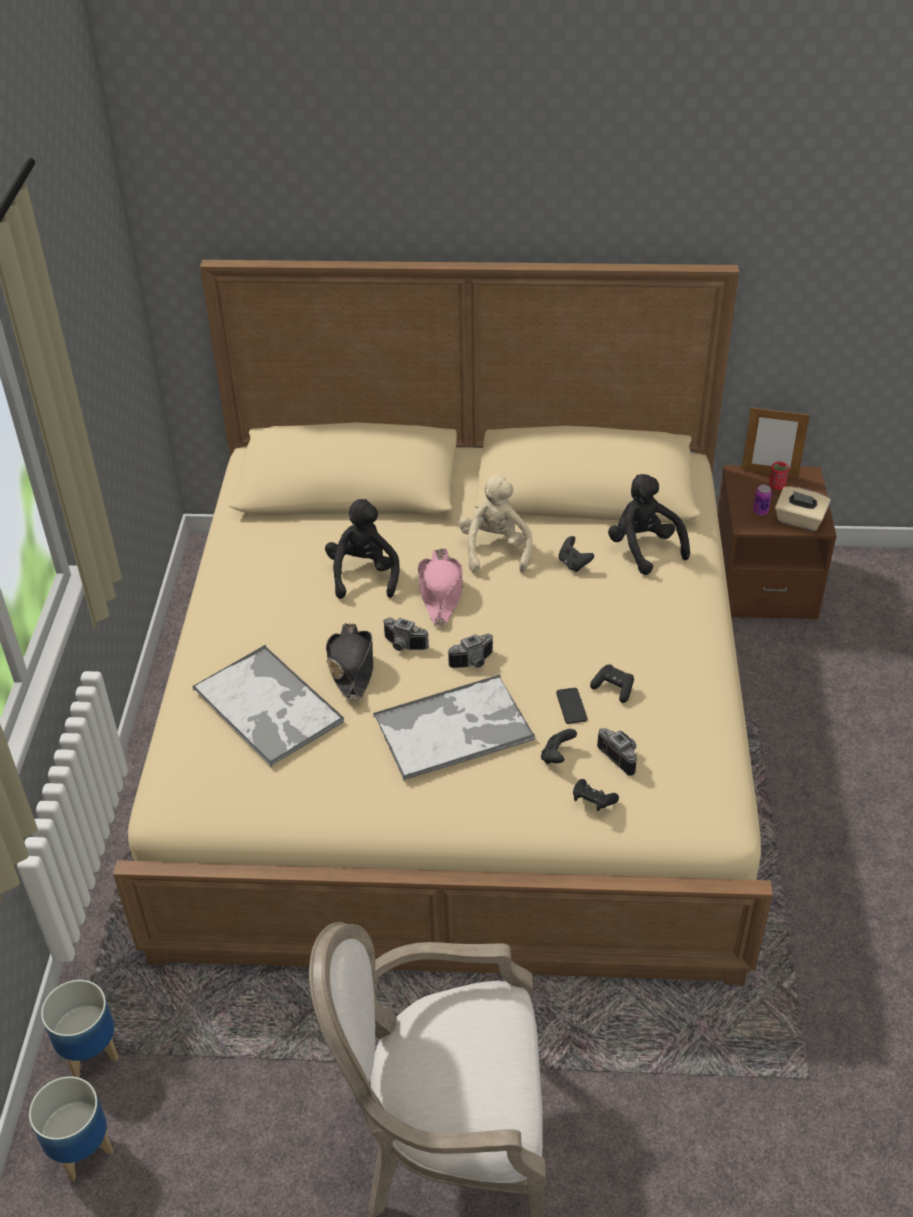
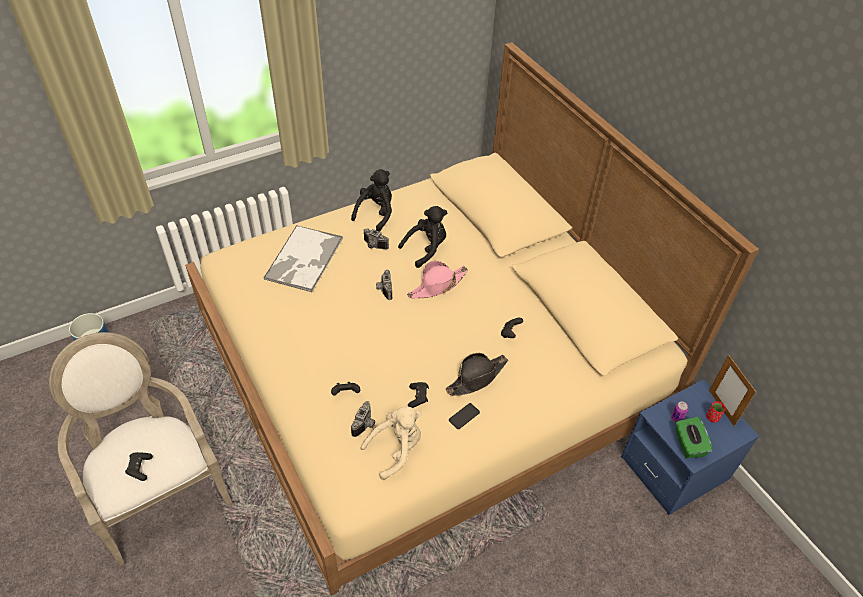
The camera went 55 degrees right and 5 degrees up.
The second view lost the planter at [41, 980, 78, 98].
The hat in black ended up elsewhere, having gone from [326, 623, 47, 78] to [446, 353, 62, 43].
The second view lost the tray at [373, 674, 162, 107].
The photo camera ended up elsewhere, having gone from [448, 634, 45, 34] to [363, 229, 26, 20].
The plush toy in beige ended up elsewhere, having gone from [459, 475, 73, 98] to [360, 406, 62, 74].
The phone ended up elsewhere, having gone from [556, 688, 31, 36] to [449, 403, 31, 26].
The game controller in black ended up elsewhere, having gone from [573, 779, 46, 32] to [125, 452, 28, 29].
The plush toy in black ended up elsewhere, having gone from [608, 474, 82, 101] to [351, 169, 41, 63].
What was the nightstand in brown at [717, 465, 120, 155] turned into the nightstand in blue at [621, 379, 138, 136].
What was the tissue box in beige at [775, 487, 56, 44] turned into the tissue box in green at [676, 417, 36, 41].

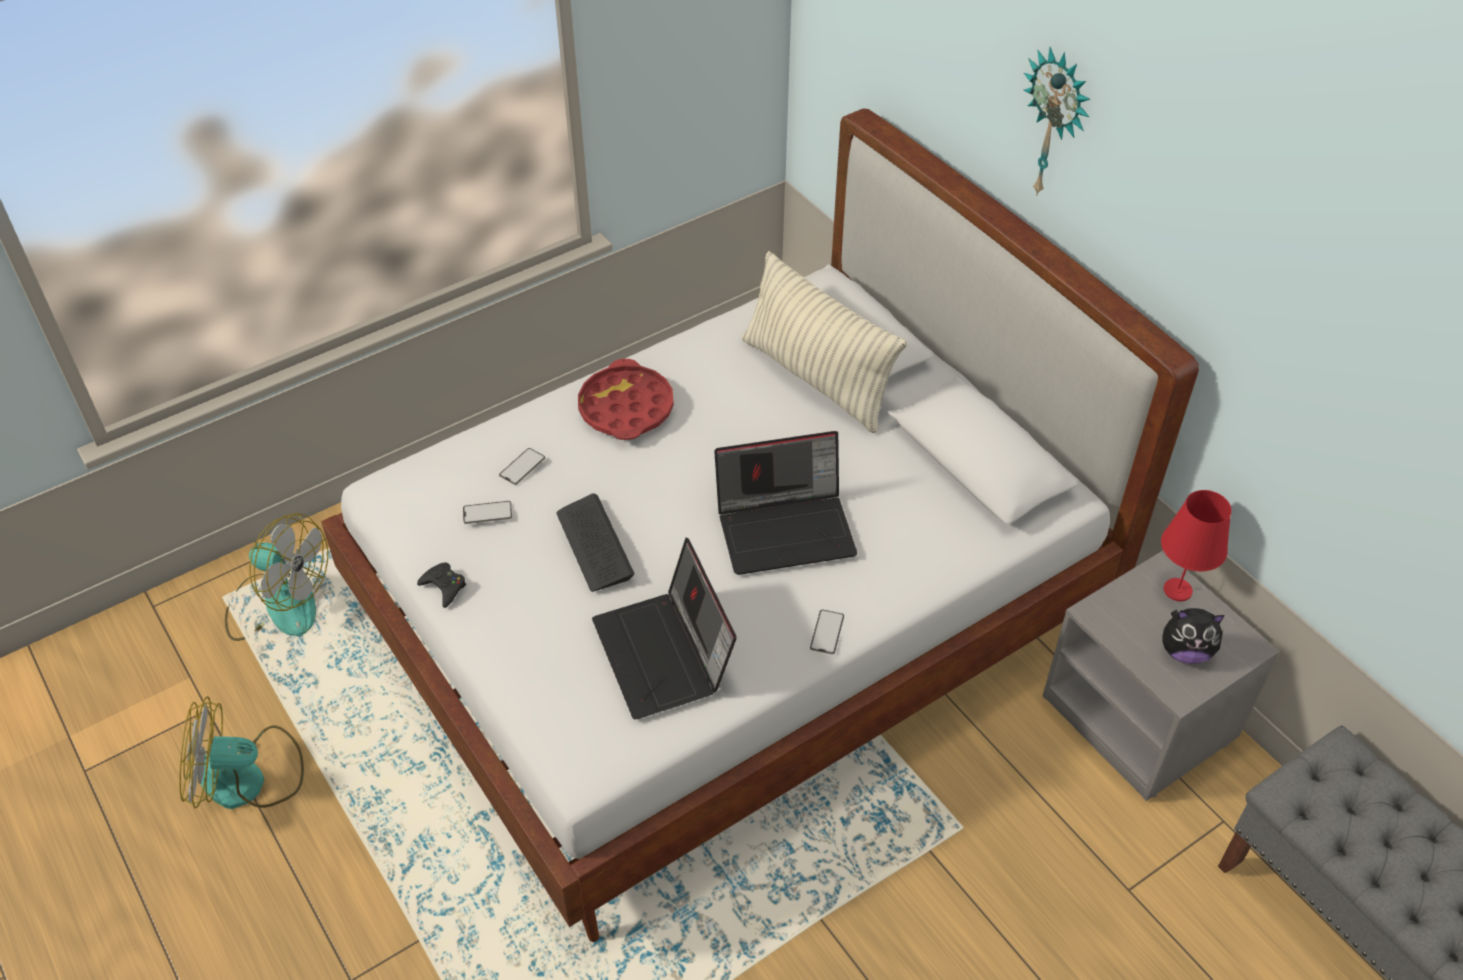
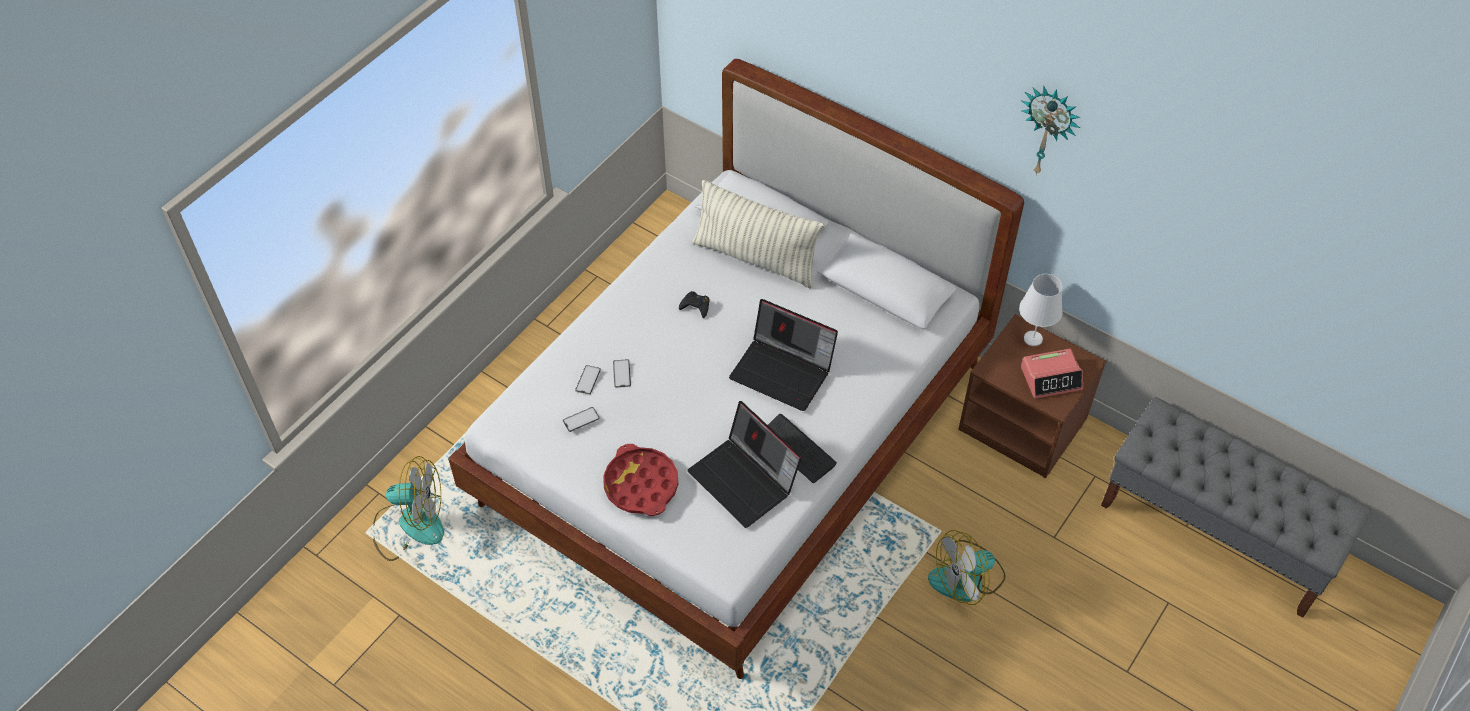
The camera went 20 degrees left and 5 degrees up.
The fan ended up elsewhere, having gone from [179, 696, 125, 113] to [928, 530, 77, 75].
The game controller in black ended up elsewhere, having gone from [417, 562, 49, 46] to [679, 291, 31, 27].
The keyboard ended up elsewhere, having gone from [556, 493, 78, 99] to [768, 414, 69, 69].
The tray in red ended up elsewhere, having gone from [578, 359, 96, 81] to [603, 444, 75, 72].
The laptop at [714, 431, 143, 144] ended up facing another way, 60 degrees clockwise from before.
The phone ended up elsewhere, having gone from [810, 610, 34, 44] to [613, 359, 18, 29].
The wall clock ended up elsewhere, having gone from [1024, 47, 66, 149] to [1022, 85, 59, 90].
What was the nightstand in grey at [1043, 551, 237, 250] turned into the nightstand in brown at [958, 314, 148, 164].
What was the table lamp in red at [1161, 490, 71, 111] turned into the table lamp in white at [1019, 274, 44, 72].
Where the plush toy stood at [1162, 608, 63, 56], the alarm clock came to stand at [1021, 349, 62, 50].

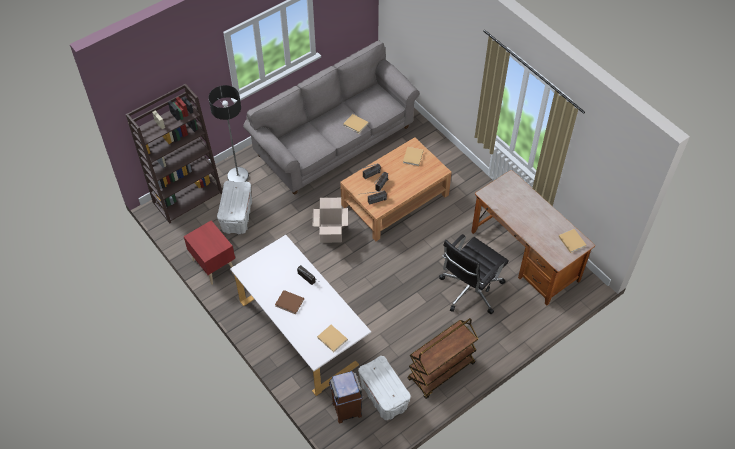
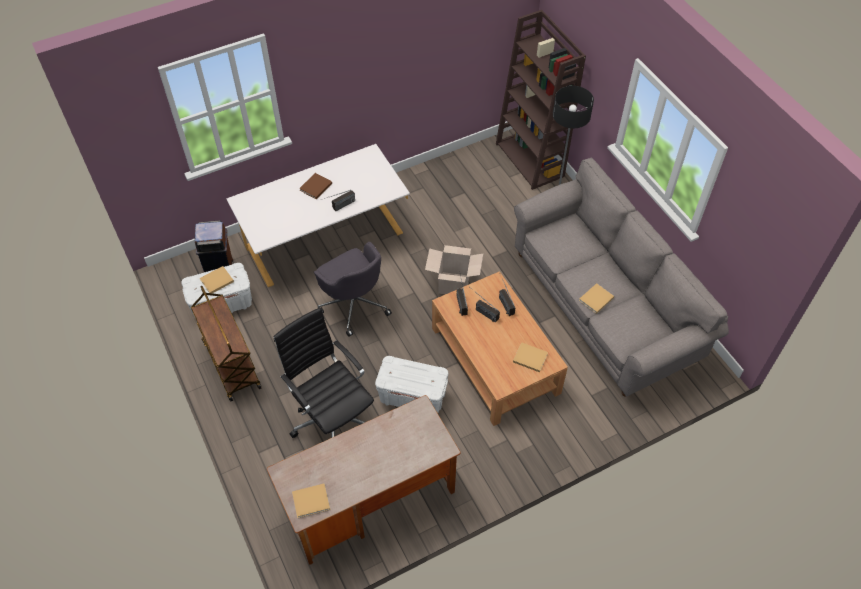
The camera went 100 degrees right and 0 degrees up.
The second view lost the nightstand in red at [184, 220, 51, 65].
The storage box in white ended up elsewhere, having gone from [217, 181, 35, 53] to [375, 356, 73, 57].
The book in beige ended up elsewhere, having gone from [317, 325, 31, 27] to [200, 266, 34, 27].
The second view gained the office chair in grey at [314, 242, 78, 95].

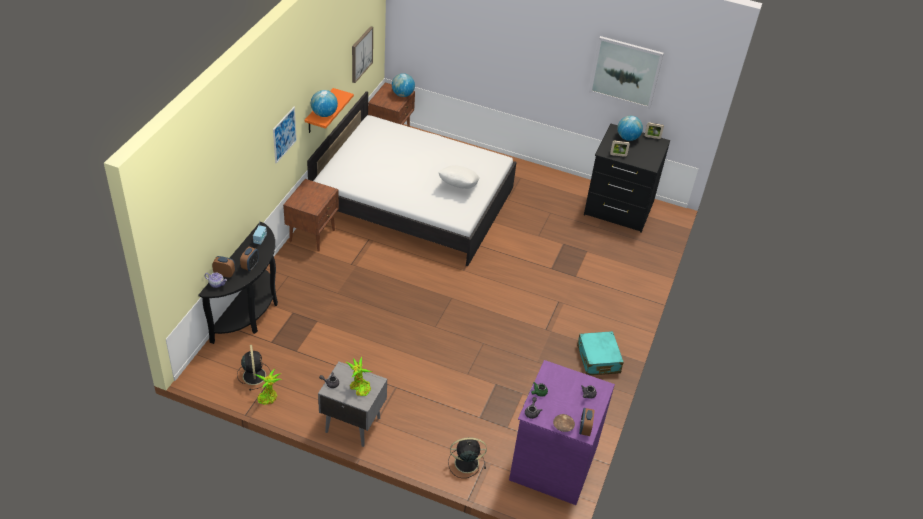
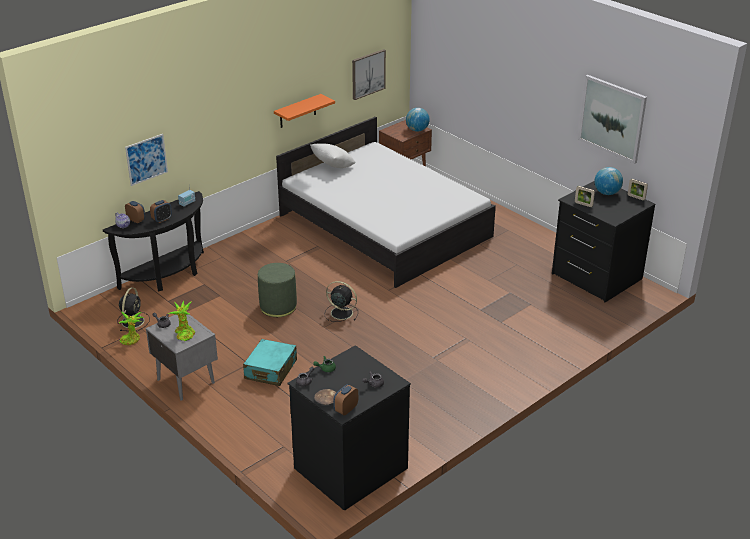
The camera went 30 degrees right and 10 degrees down.
The picture ended up elsewhere, having gone from [273, 107, 24, 57] to [125, 134, 43, 52].
The second view lost the nightstand in brown at [283, 179, 56, 73].
The second view lost the globe at [311, 90, 27, 27].
The pillow in white ended up elsewhere, having gone from [438, 165, 42, 24] to [310, 143, 46, 25].
The fan in black ended up elsewhere, having gone from [448, 437, 39, 41] to [324, 281, 34, 41].
What was the dresser in purple at [509, 360, 106, 145] turned into the dresser in black at [287, 345, 124, 165].
The suitcase in turquoise ended up elsewhere, having gone from [577, 331, 47, 44] to [243, 339, 54, 47].
The second view gained the ottoman in green at [258, 263, 39, 54].

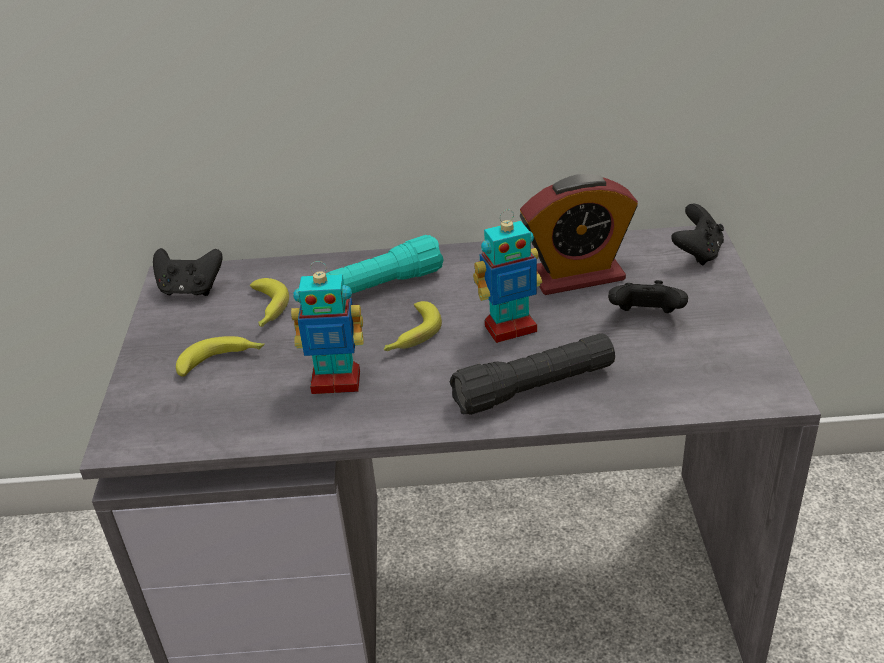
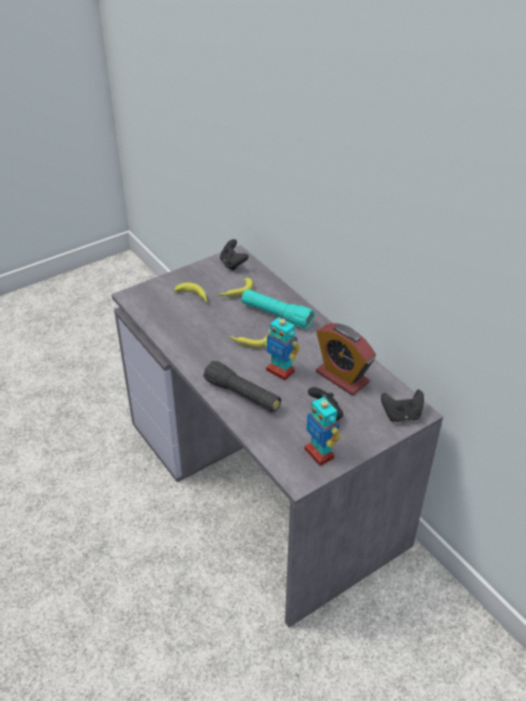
The camera went 55 degrees right and 5 degrees up.
The toy robot ended up elsewhere, having gone from [291, 261, 72, 133] to [304, 395, 37, 71].

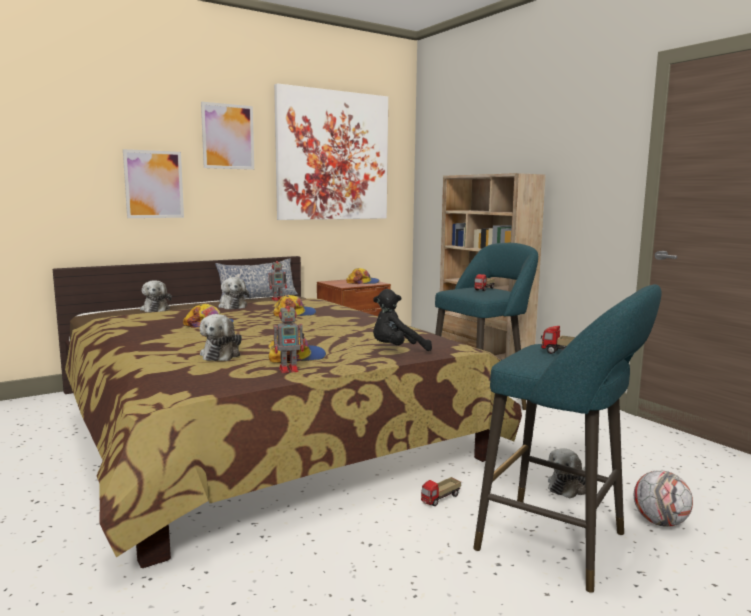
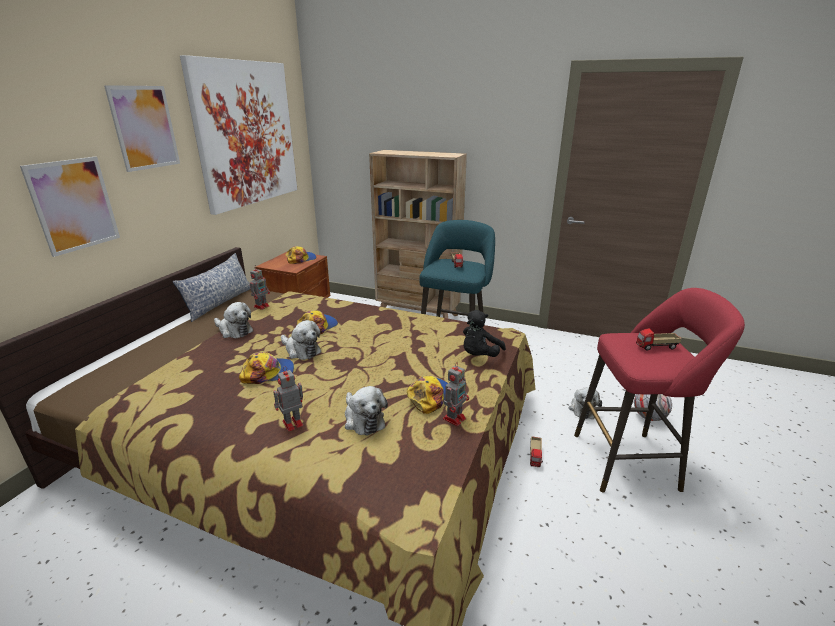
The camera went 35 degrees left and 15 degrees up.
The plush toy ended up elsewhere, having gone from [140, 280, 32, 32] to [281, 320, 40, 40].
What was the stool in turquoise at [473, 284, 189, 309] turned into the stool in red at [574, 288, 171, 205].
The second view gained the toy robot at [273, 366, 30, 66].

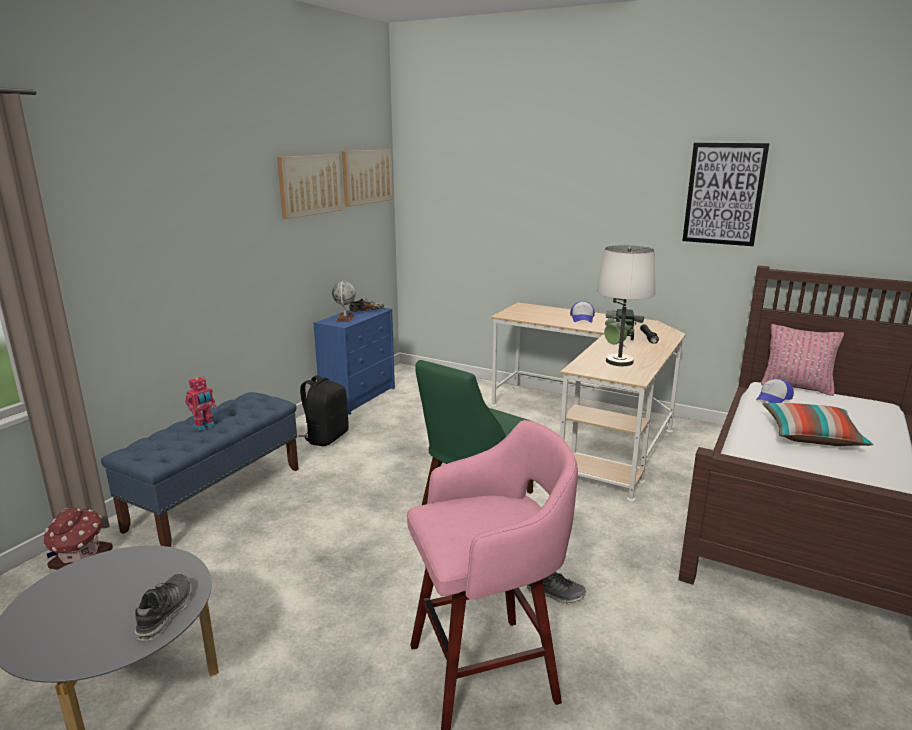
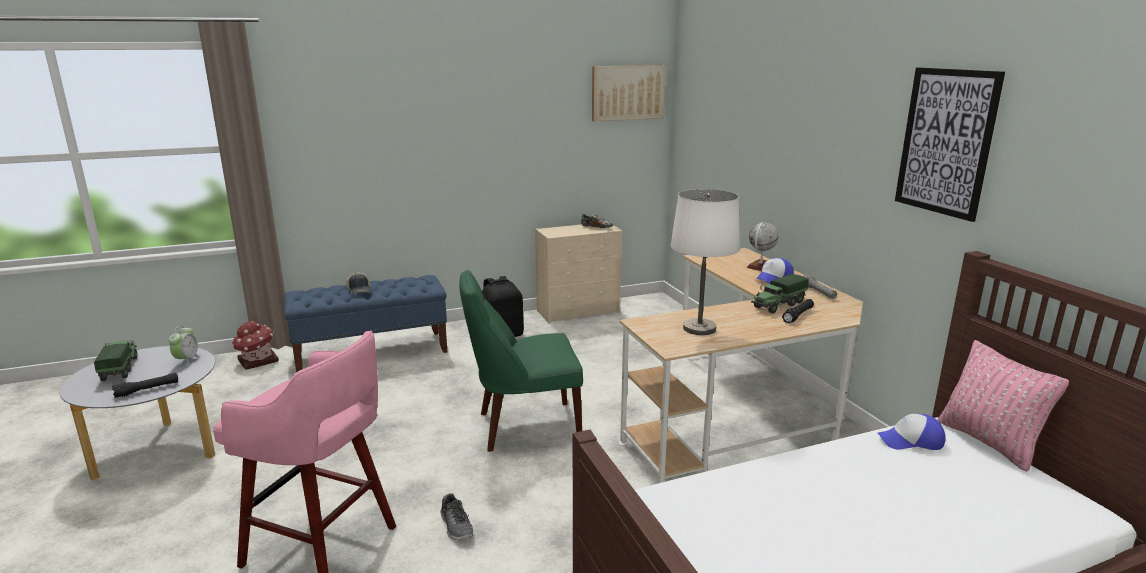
The camera went 40 degrees right and 0 degrees up.
Where the shoe stood at [135, 574, 56, 67], the flashlight in black came to stand at [112, 373, 66, 25].
Where the toy robot stood at [185, 376, 32, 55], the cap came to stand at [346, 272, 25, 23].
The second view lost the picture at [277, 154, 65, 65].
What was the dresser in blue at [313, 308, 82, 107] turned into the dresser in beige at [535, 224, 87, 99].
The globe ended up elsewhere, having gone from [332, 281, 24, 41] to [747, 222, 31, 49].
The alarm clock ended up elsewhere, having gone from [604, 316, 23, 31] to [168, 326, 33, 40].
The second view lost the pillow at [763, 403, 110, 43].
The second view gained the toy truck at [94, 340, 44, 41].

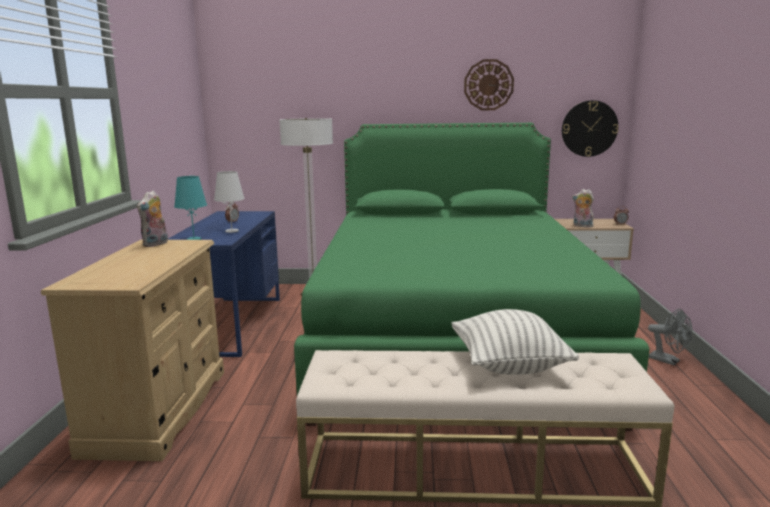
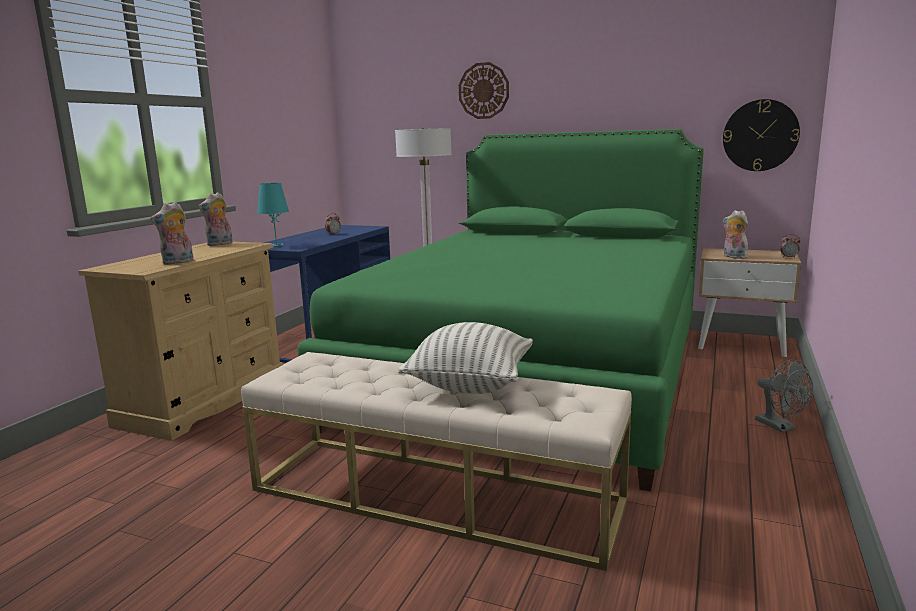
The camera went 20 degrees right and 0 degrees up.
The second view lost the table lamp in white at [214, 171, 31, 62].
The wall clock ended up elsewhere, having gone from [464, 59, 50, 51] to [459, 62, 50, 57].
The second view gained the plush toy at [151, 202, 43, 63].

